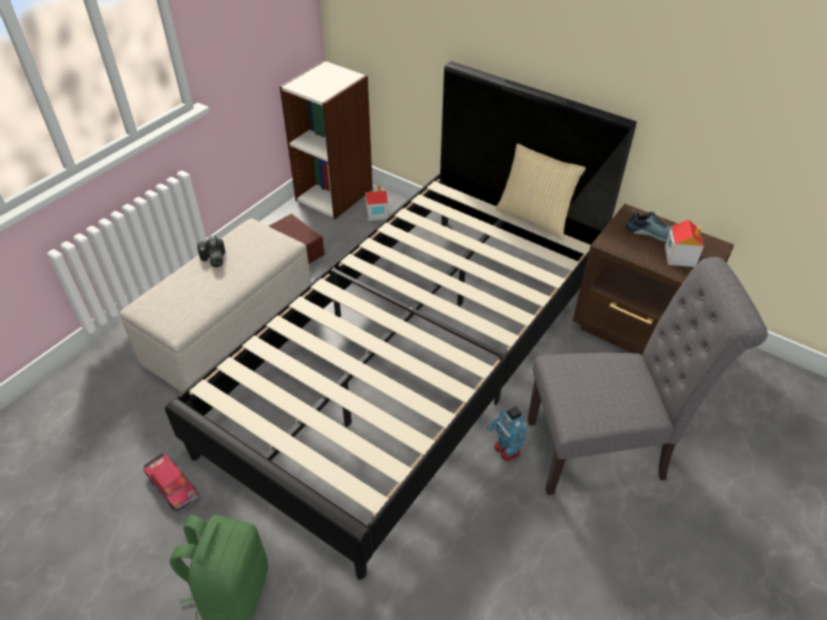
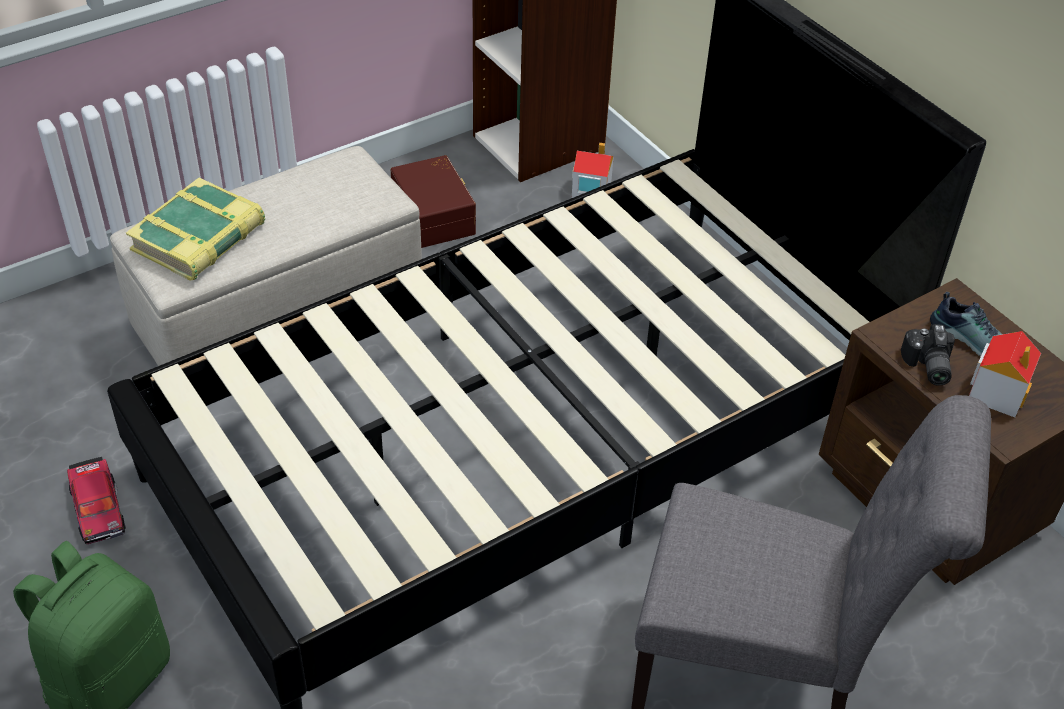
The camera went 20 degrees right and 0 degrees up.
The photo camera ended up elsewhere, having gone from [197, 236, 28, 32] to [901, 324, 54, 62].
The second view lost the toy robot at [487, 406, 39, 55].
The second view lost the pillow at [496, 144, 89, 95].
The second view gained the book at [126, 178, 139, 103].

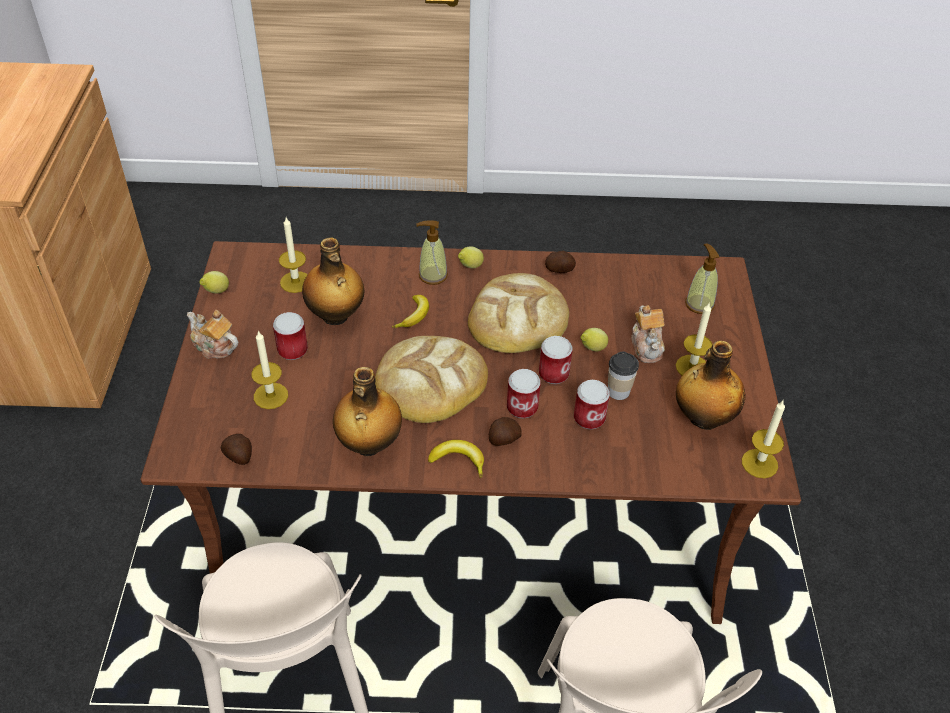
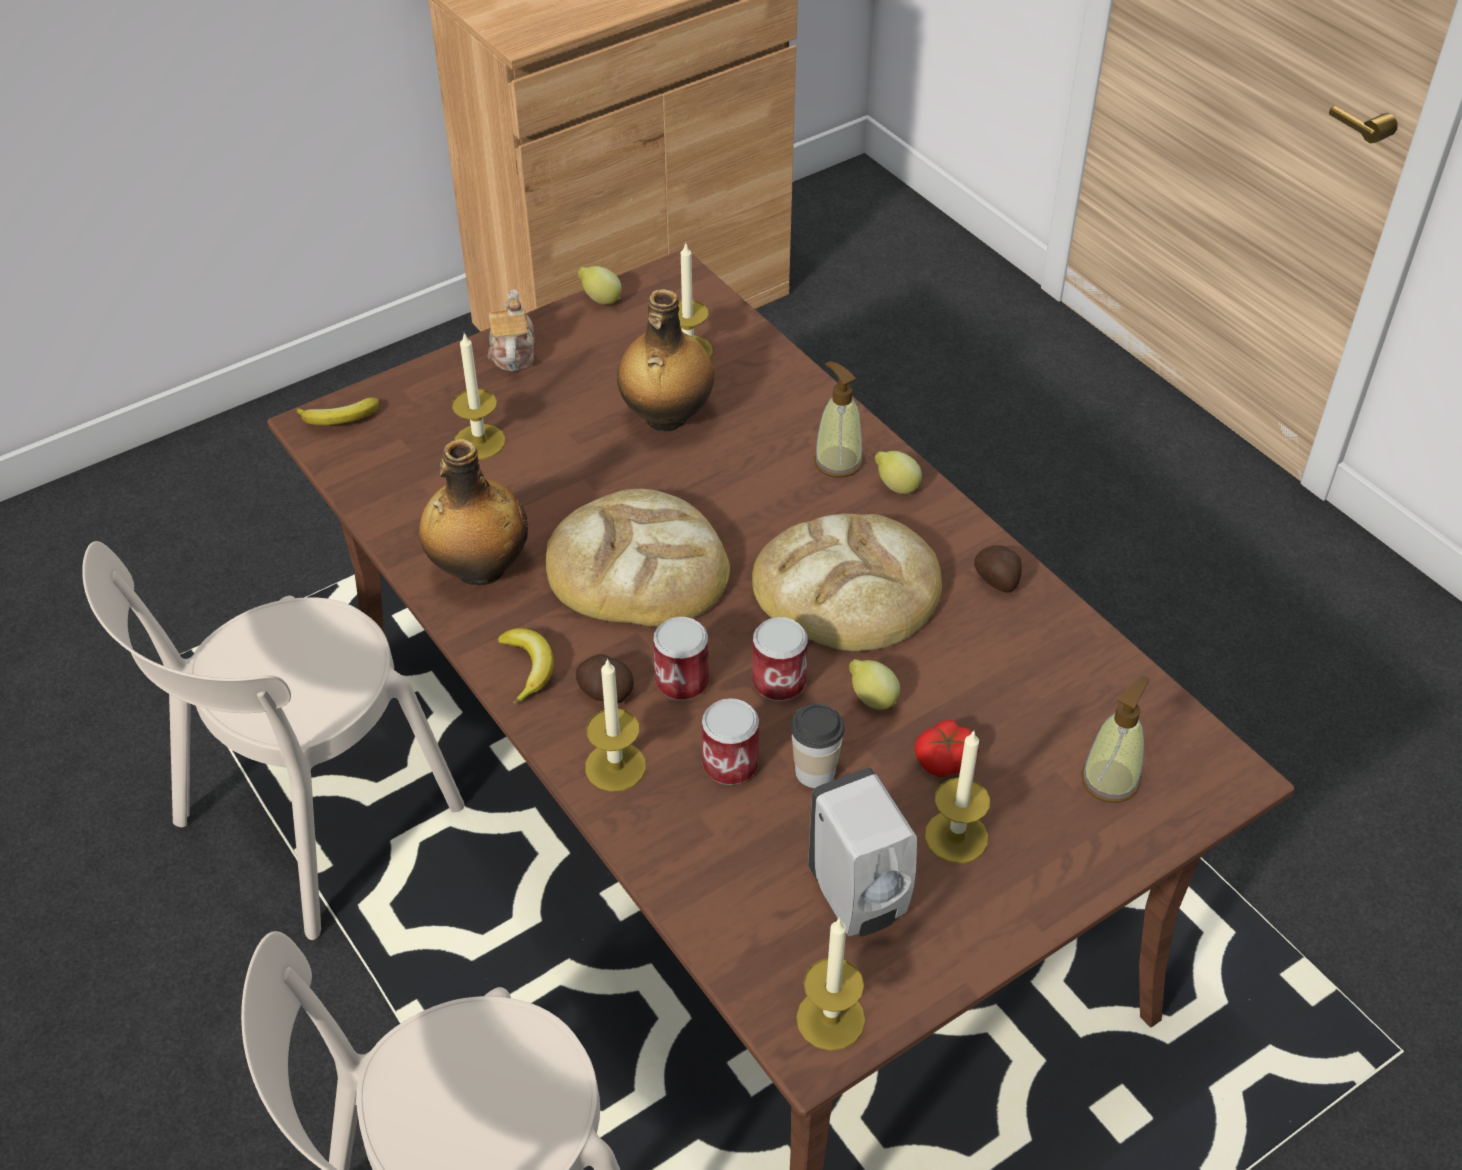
The camera went 55 degrees right and 0 degrees up.
The second view lost the potato at [221, 434, 31, 31].
The second view lost the can at [273, 312, 35, 48].
The banana ended up elsewhere, having gone from [392, 295, 37, 33] to [296, 397, 83, 28].
Where the teapot stood at [631, 305, 34, 58], the tomato came to stand at [914, 720, 65, 57].
Where the bottle stood at [676, 341, 69, 89], the soap dispenser in white came to stand at [808, 768, 109, 169].
The second view gained the candle at [585, 658, 61, 134].

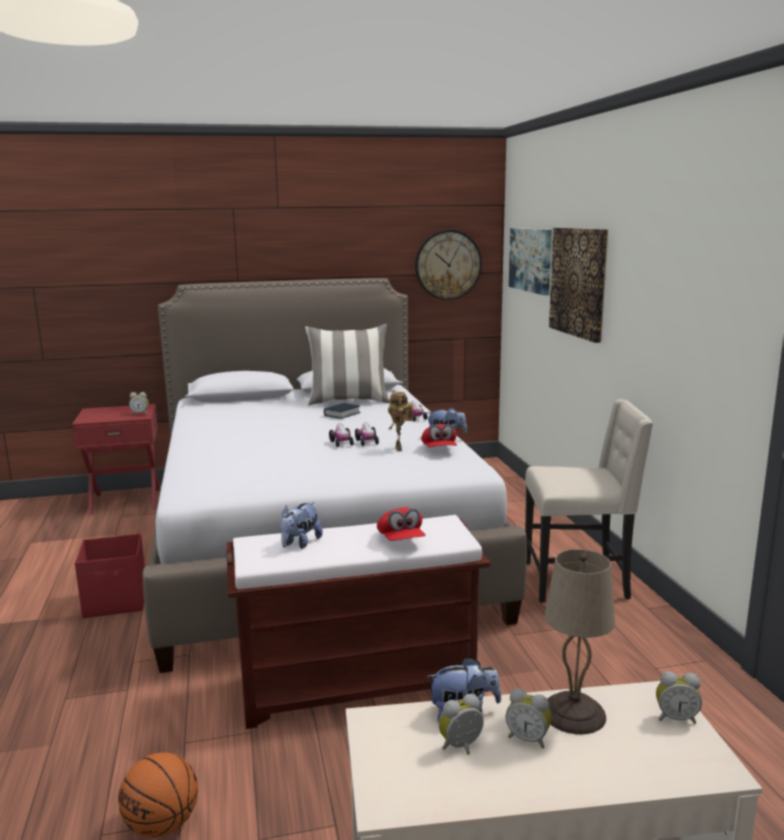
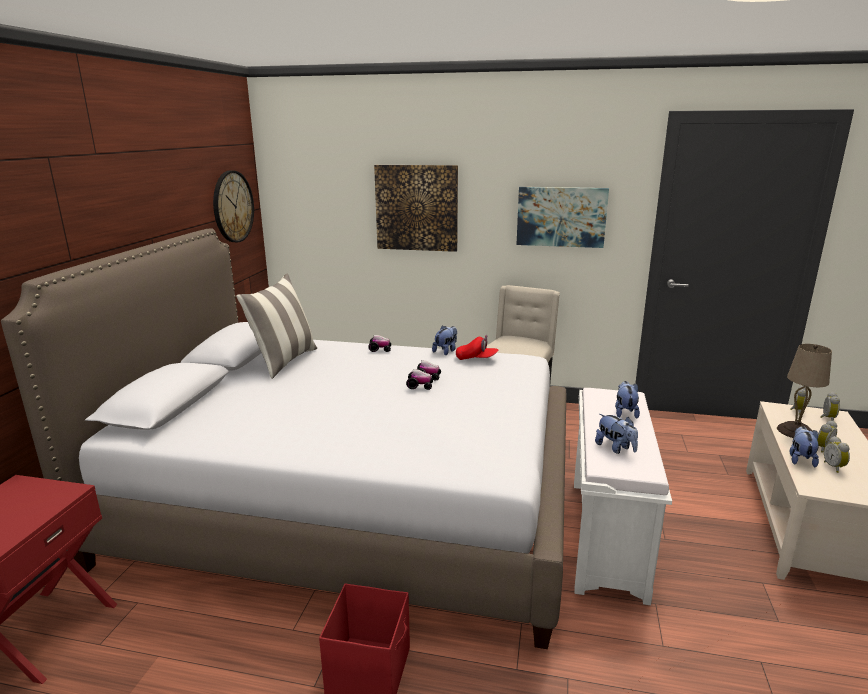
The camera went 65 degrees left and 5 degrees up.
The second view lost the basketball at [118, 752, 80, 86].
The alarm clock ended up elsewhere, having gone from [129, 392, 20, 23] to [821, 392, 19, 29].
What was the bench in brown at [226, 515, 264, 214] turned into the bench in white at [574, 388, 98, 217].
The second view lost the book at [324, 403, 37, 16].
Where the cap in red stood at [377, 508, 48, 33], the plush toy came to stand at [615, 381, 25, 38].
The second view lost the toy robot at [388, 392, 25, 59].
The picture ended up elsewhere, having gone from [509, 228, 43, 67] to [516, 187, 93, 61].

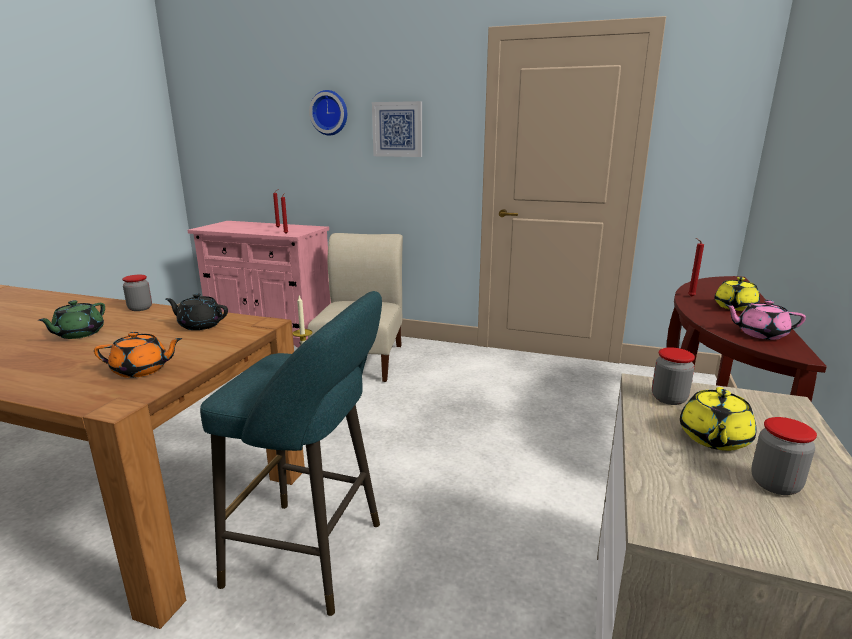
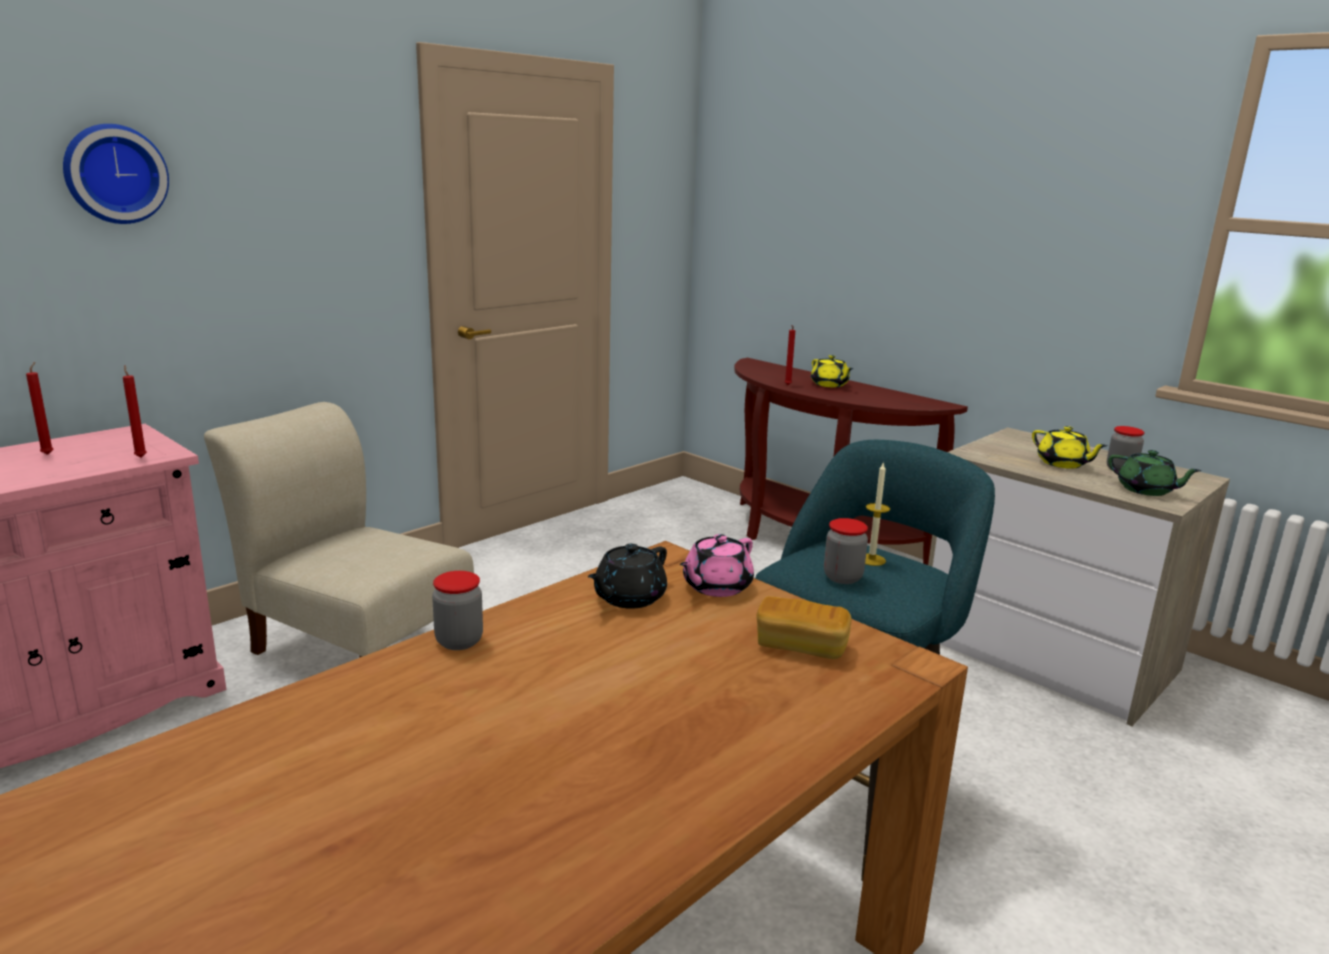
The camera went 65 degrees left and 0 degrees up.
The teapot in green ended up elsewhere, having gone from [38, 300, 67, 39] to [1108, 450, 94, 46].
Where the teapot in orange stood at [94, 331, 88, 47], the bread came to stand at [756, 596, 95, 63].
The second view lost the picture at [372, 101, 50, 56].
The jar ended up elsewhere, having gone from [652, 347, 43, 58] to [824, 518, 44, 66].
The teapot in pink ended up elsewhere, having gone from [724, 300, 82, 40] to [680, 534, 74, 63].

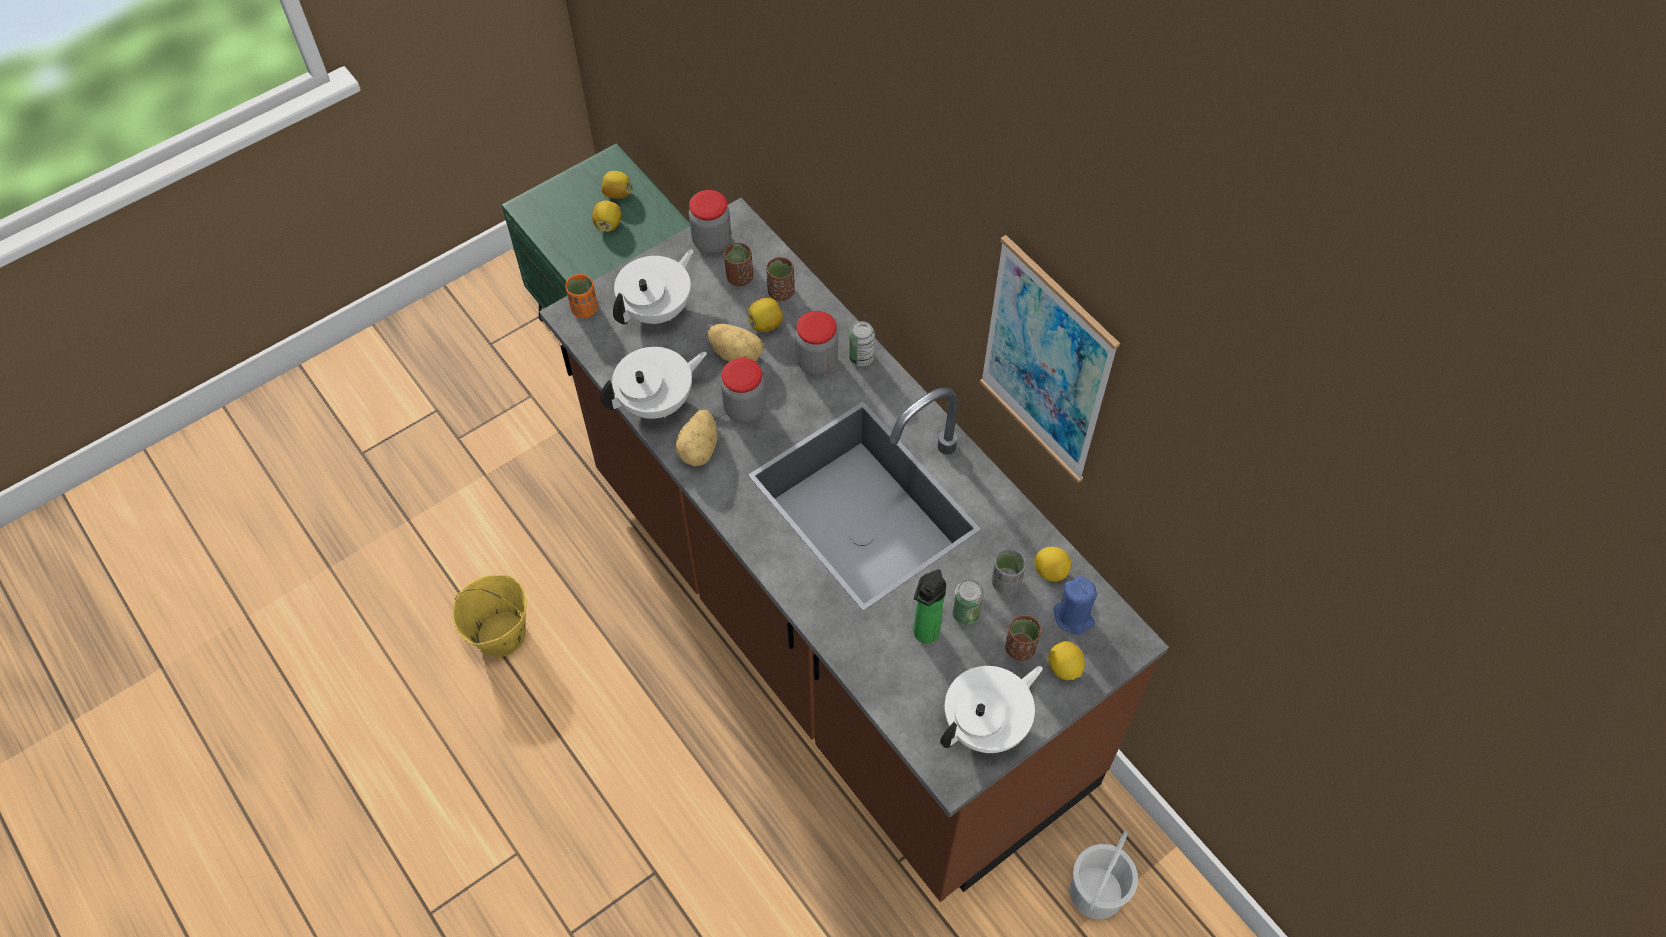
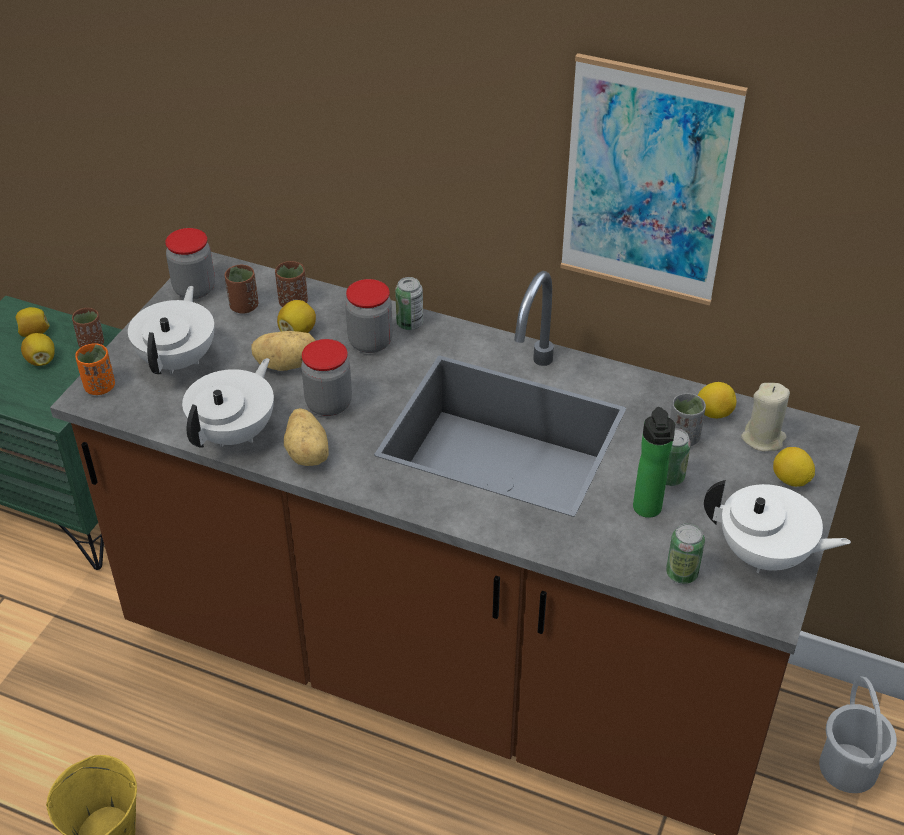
The camera went 30 degrees left and 15 degrees down.
The teapot in white at [940, 666, 103, 87] ended up facing another way, 90 degrees clockwise from before.
The cup in brown ended up elsewhere, having gone from [1005, 615, 36, 46] to [72, 308, 32, 40].
What was the candle in blue at [1054, 576, 43, 59] turned into the candle in beige at [741, 383, 49, 69].
The second view gained the can at [666, 523, 39, 61].

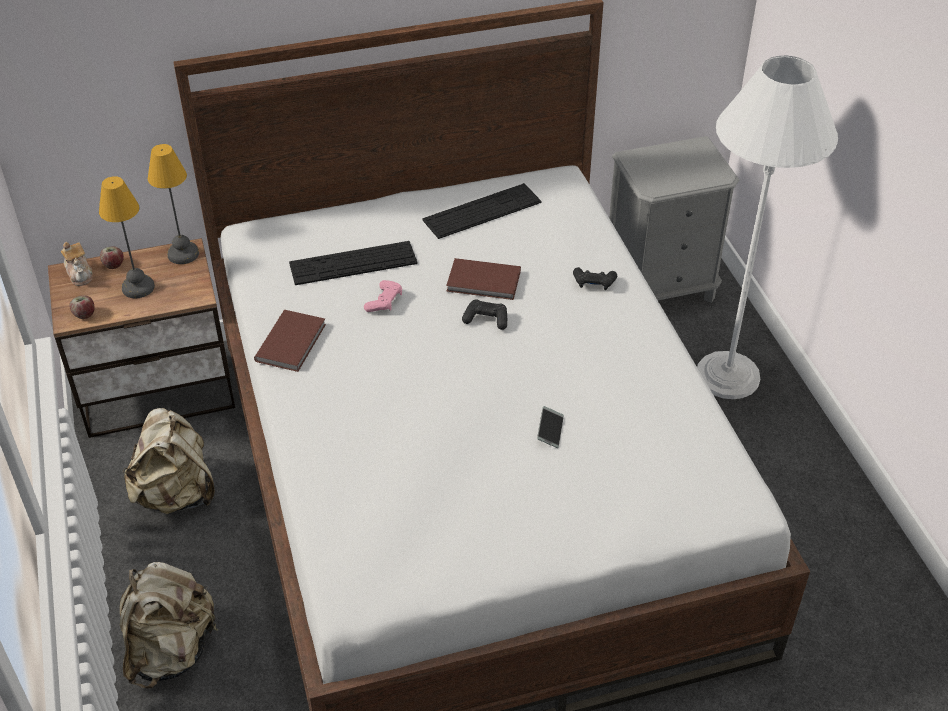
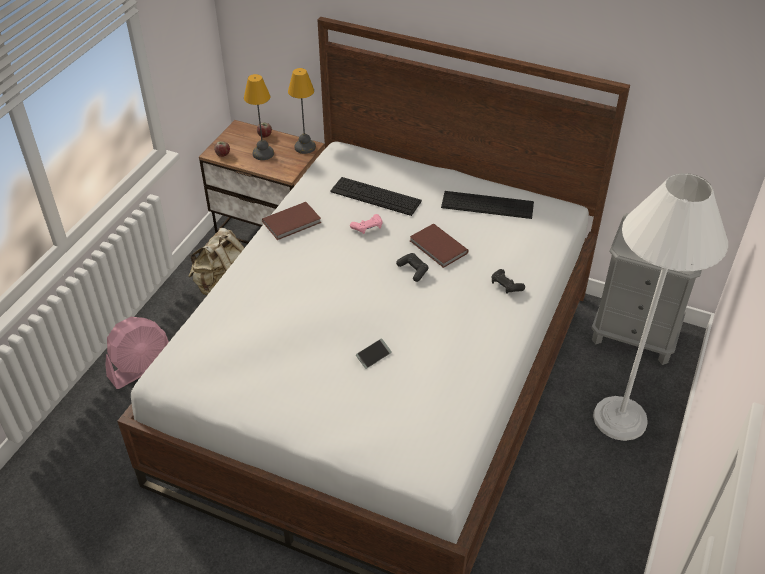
The camera went 40 degrees right and 0 degrees up.
The second view lost the teapot at [61, 242, 32, 44].
Where the backpack in beige stood at [120, 562, 98, 127], the fan in pink came to stand at [105, 317, 64, 72].

